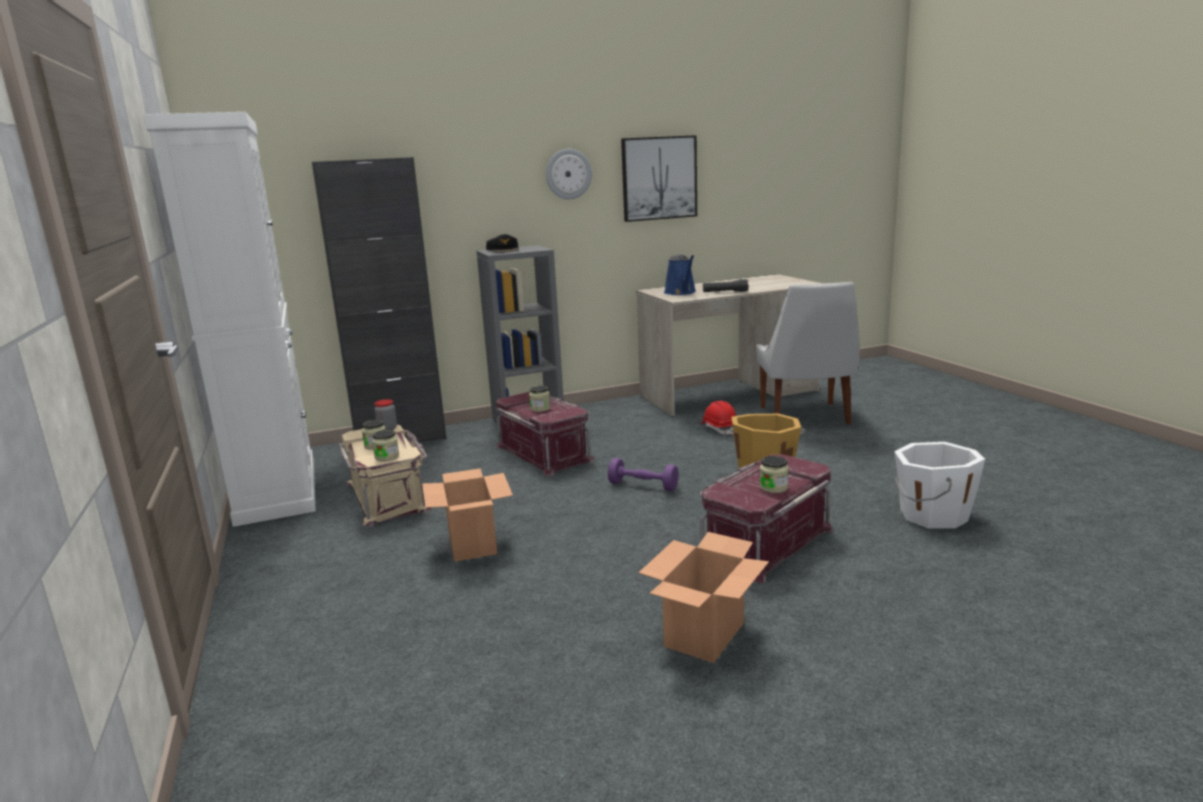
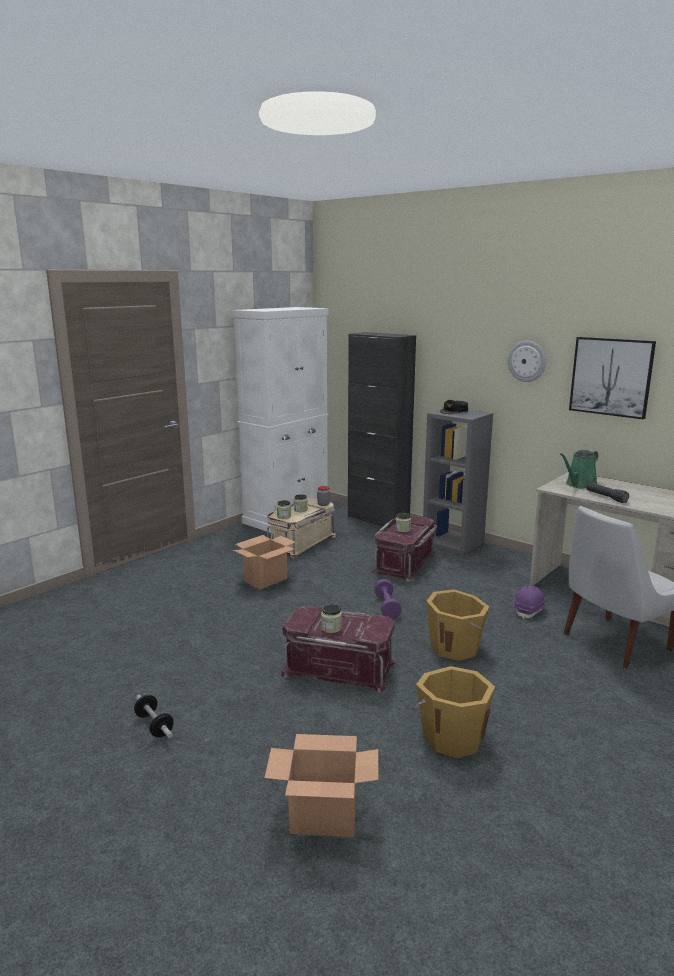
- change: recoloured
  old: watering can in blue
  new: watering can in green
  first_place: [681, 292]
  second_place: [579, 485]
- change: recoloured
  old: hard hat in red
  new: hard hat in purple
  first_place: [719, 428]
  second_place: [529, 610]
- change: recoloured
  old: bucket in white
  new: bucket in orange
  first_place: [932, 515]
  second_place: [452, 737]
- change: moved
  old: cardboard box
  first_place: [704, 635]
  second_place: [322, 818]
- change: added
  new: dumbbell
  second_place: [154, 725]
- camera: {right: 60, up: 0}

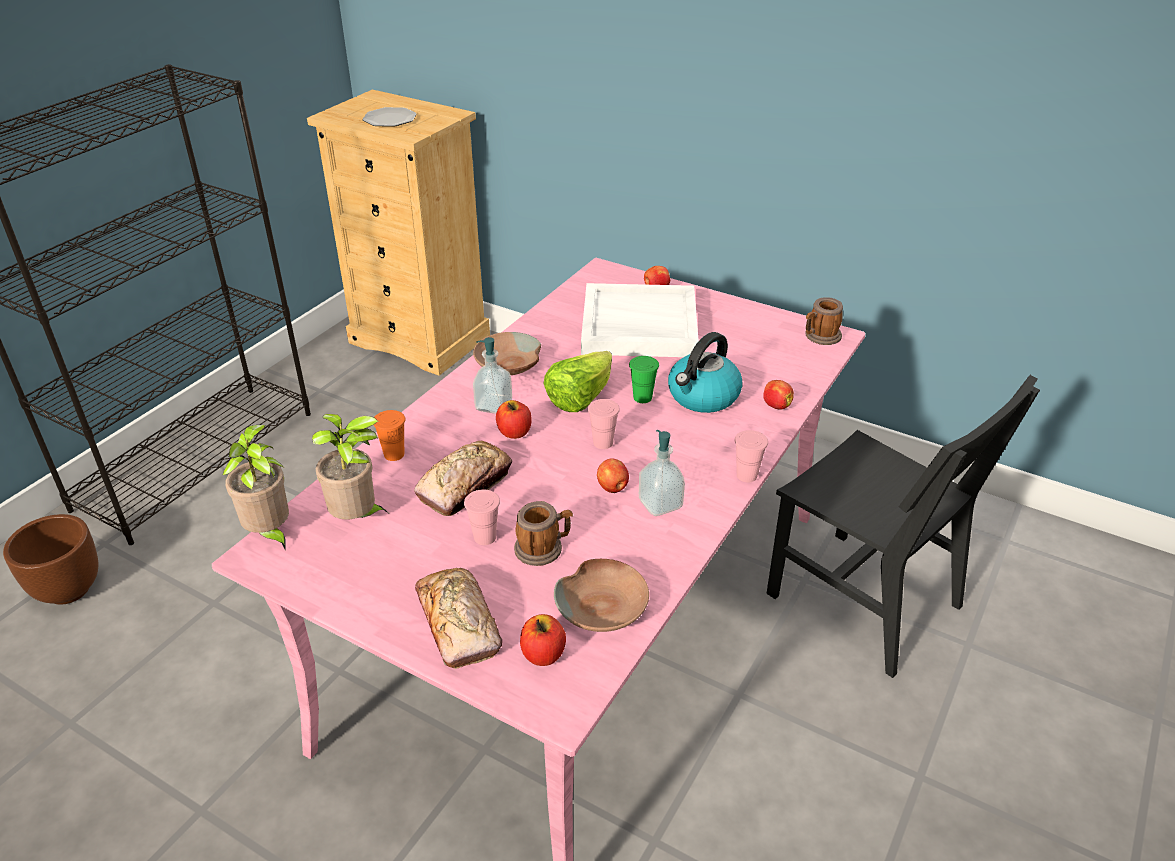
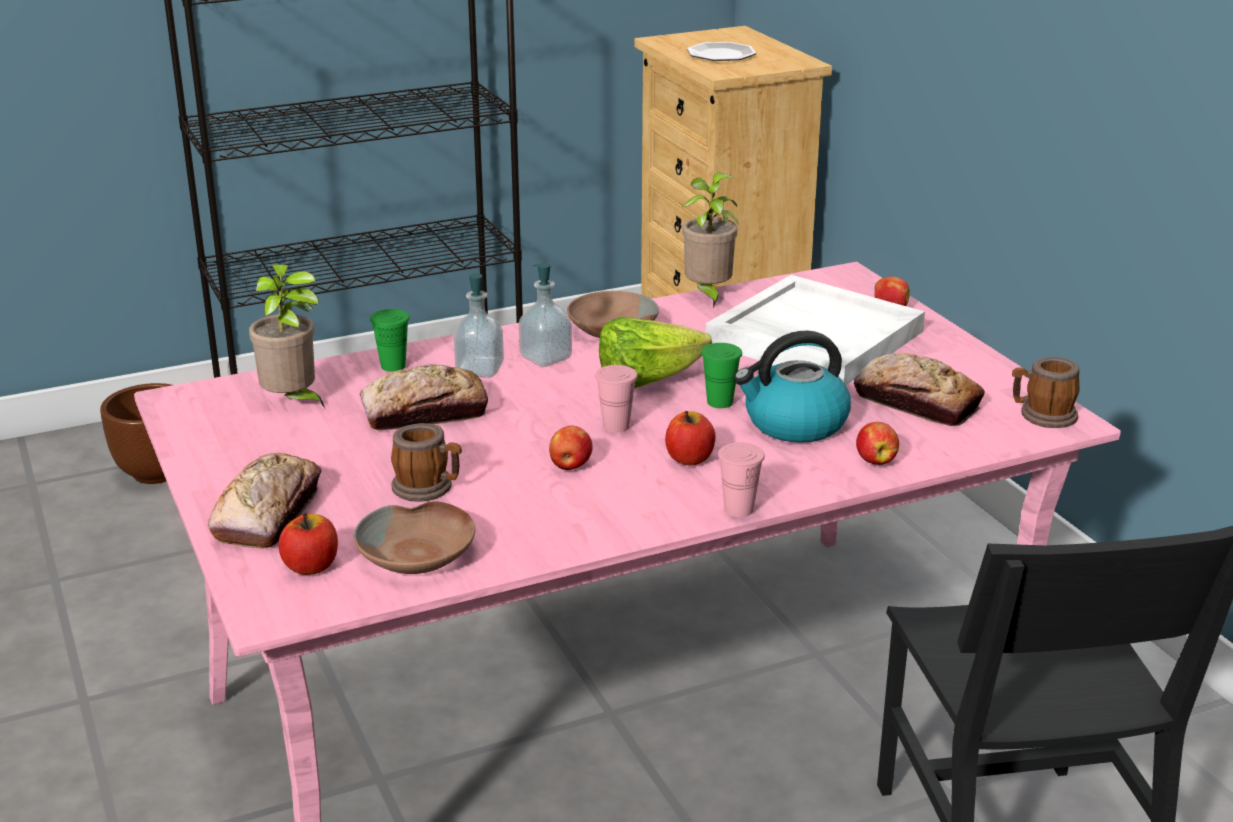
- change: moved
  old: apple
  first_place: [514, 432]
  second_place: [689, 459]
- change: recoloured
  old: cup in orange
  new: cup in green
  first_place: [394, 454]
  second_place: [393, 366]
- change: moved
  old: potted plant
  first_place: [270, 534]
  second_place: [708, 295]
- change: moved
  old: soap dispenser
  first_place: [660, 504]
  second_place: [479, 370]
- change: removed
  old: cup in pink
  first_place: [485, 537]
- change: added
  new: bread
  second_place: [916, 402]
- camera: {right: 35, up: -10}

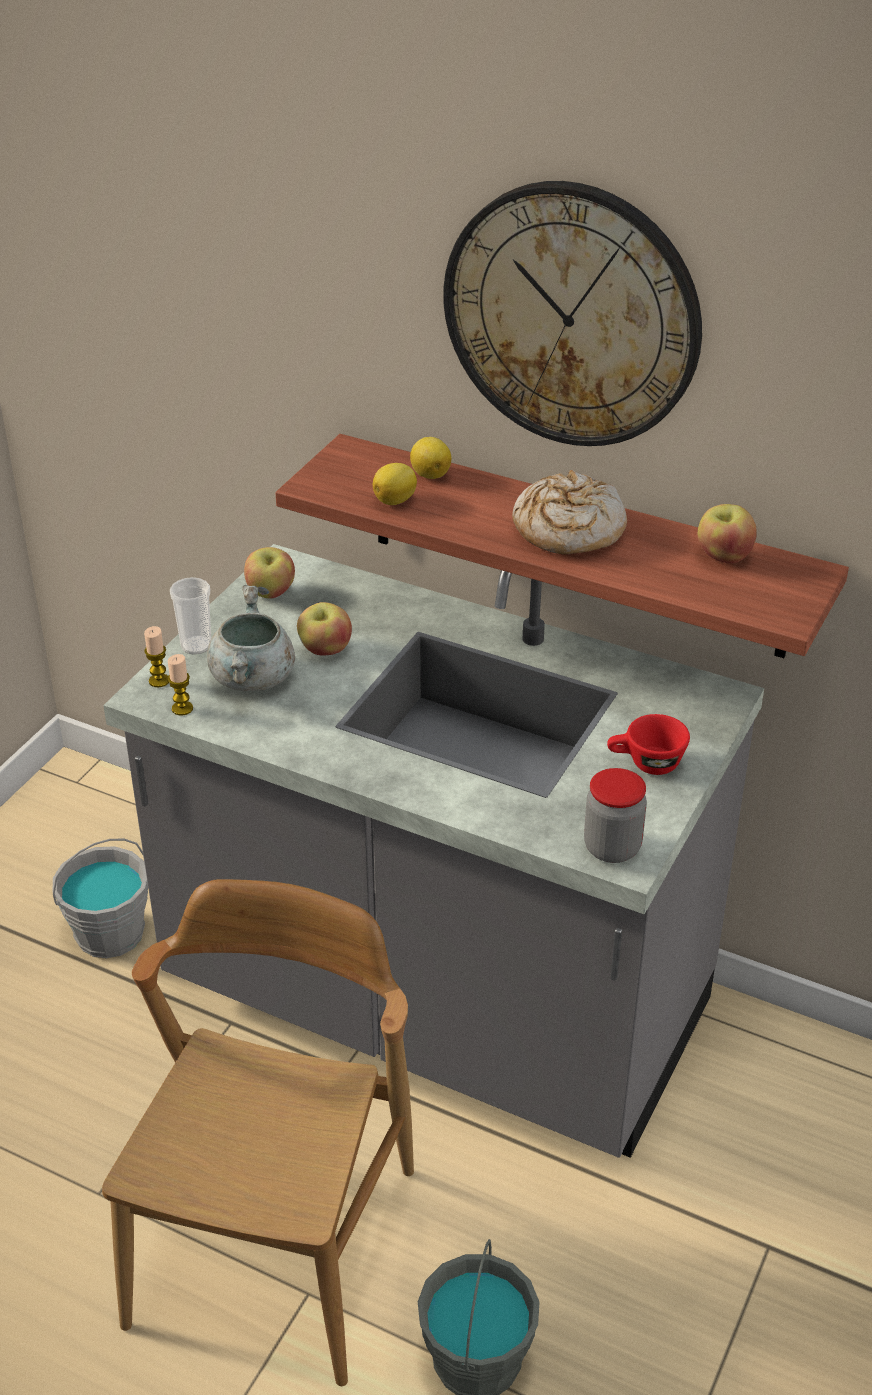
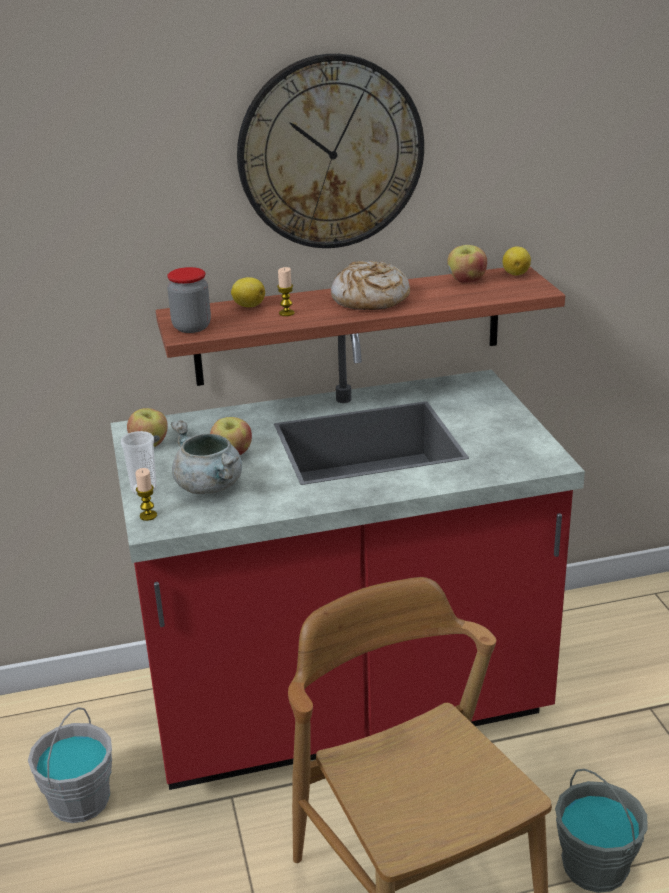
- change: moved
  old: lemon
  first_place: [396, 500]
  second_place: [516, 273]
- change: recoloured
  old: counter in grey
  new: counter in red
  first_place: [435, 1004]
  second_place: [344, 707]
- change: moved
  old: candle
  first_place: [182, 708]
  second_place: [286, 313]
- change: removed
  old: cup in red
  first_place: [646, 764]
- change: moved
  old: jar
  first_place: [612, 848]
  second_place: [191, 327]
- camera: {right: -40, up: -10}

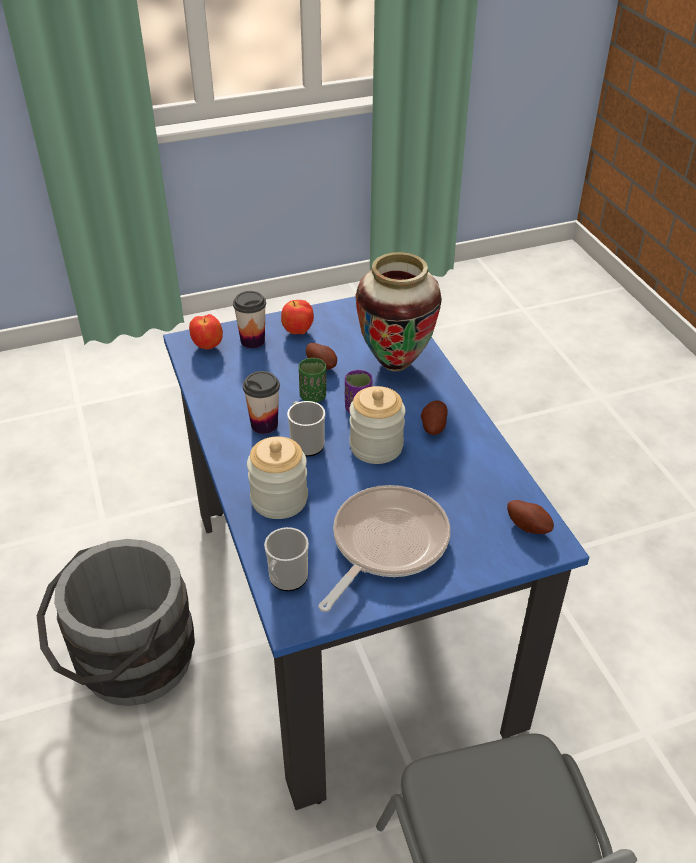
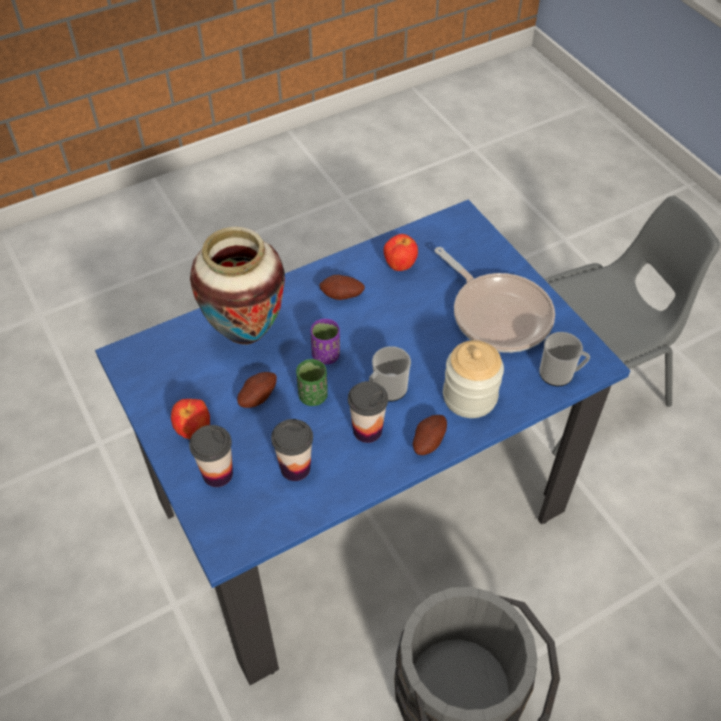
- change: moved
  old: apple
  first_place: [208, 346]
  second_place: [400, 265]
- change: removed
  old: jar
  first_place: [376, 446]
- change: turned
  old: frying pan
  first_place: [385, 544]
  second_place: [497, 314]
  degrees: -150
- change: moved
  old: potato
  first_place: [529, 526]
  second_place: [427, 442]
- change: added
  new: cup
  second_place: [295, 468]
- camera: {right: -100, up: 10}

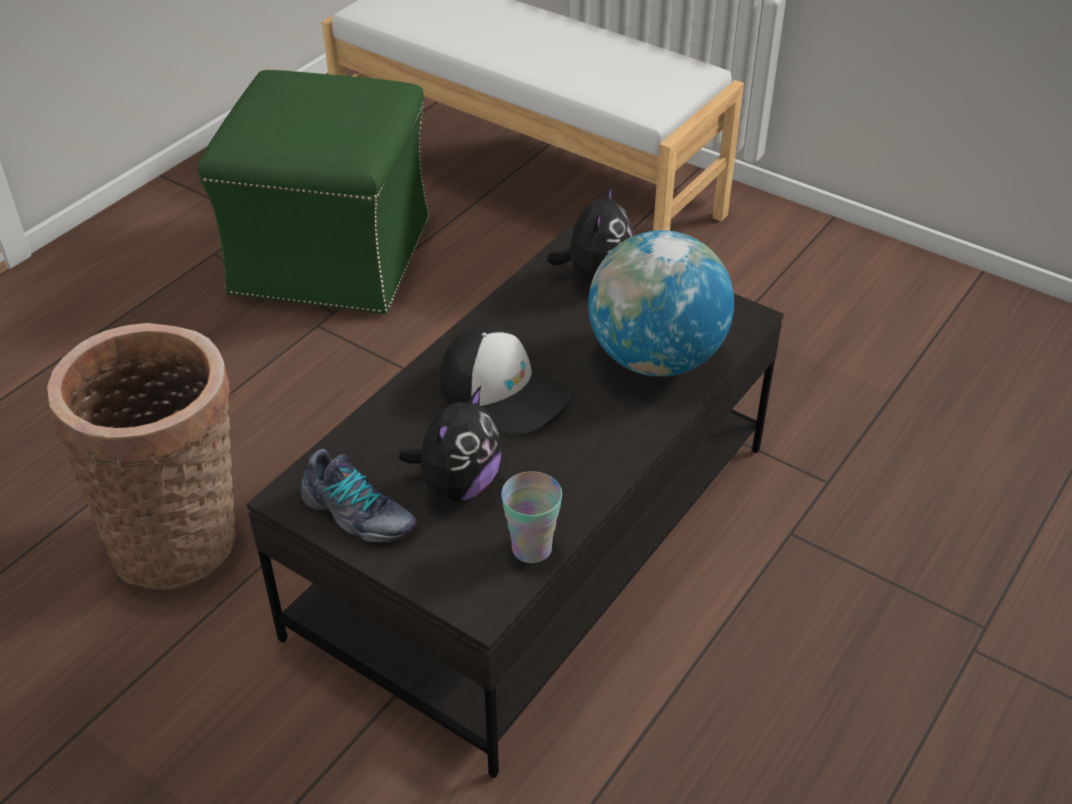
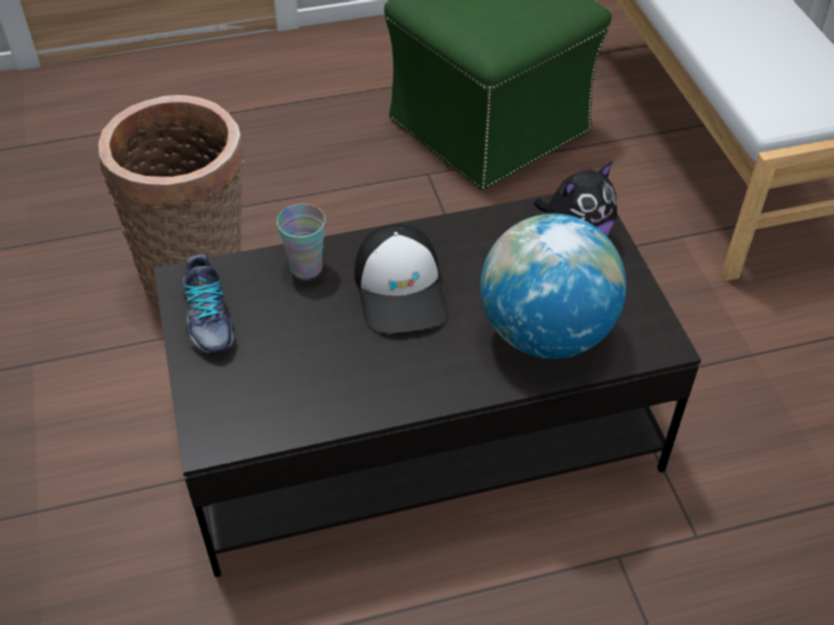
- change: removed
  old: plush toy
  first_place: [458, 484]
- change: moved
  old: cup
  first_place: [531, 548]
  second_place: [306, 267]
- camera: {right: 40, up: 5}

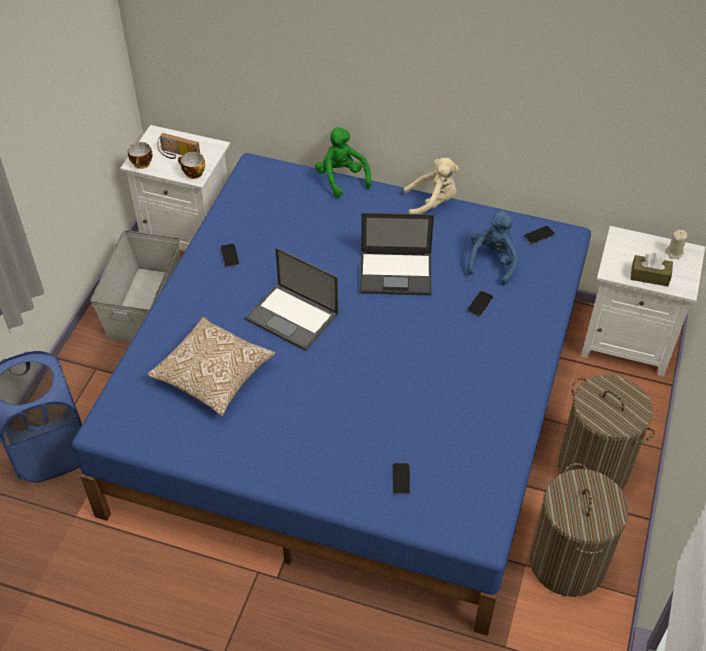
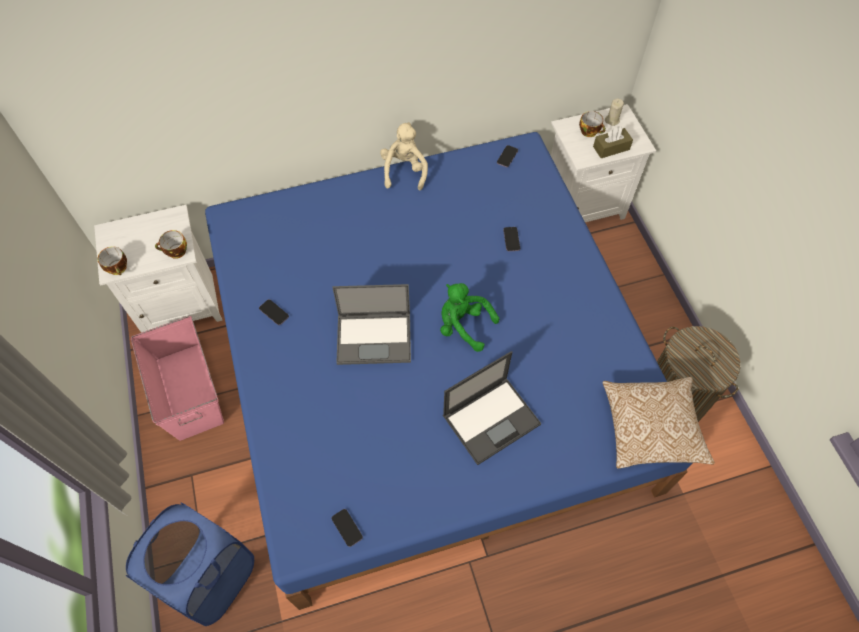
- change: moved
  old: plush toy in green
  first_place: [341, 178]
  second_place: [463, 326]
- change: removed
  old: radio
  first_place: [178, 155]
- change: turned
  old: plush toy in beige
  first_place: [432, 203]
  second_place: [404, 171]
  degrees: -45
- change: removed
  old: plush toy in blue
  first_place: [492, 262]
- change: moved
  old: laptop
  first_place: [396, 273]
  second_place: [492, 419]
- change: recoloured
  old: storage box in grey
  new: storage box in pink
  first_place: [145, 305]
  second_place: [190, 390]
- change: moved
  old: pillow
  first_place: [213, 375]
  second_place: [650, 428]
- change: removed
  old: laundry basket
  first_place: [593, 467]
- change: moved
  old: phone
  first_place: [401, 479]
  second_place: [347, 528]
- change: added
  new: cup
  second_place: [590, 131]
- camera: {right: -35, up: 10}

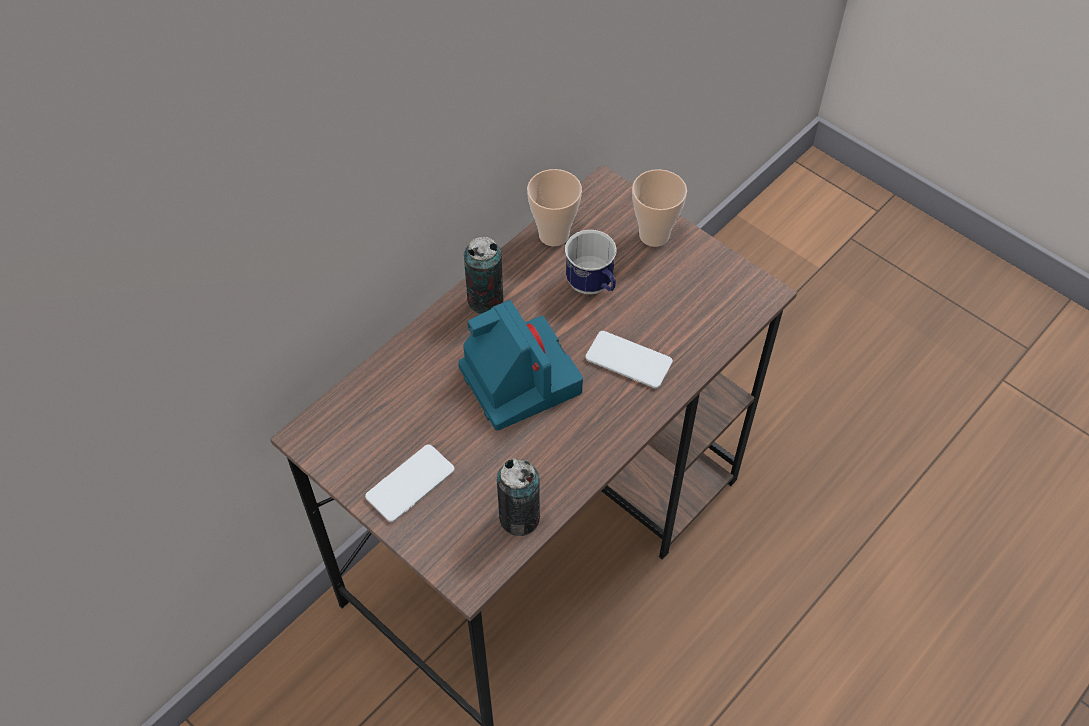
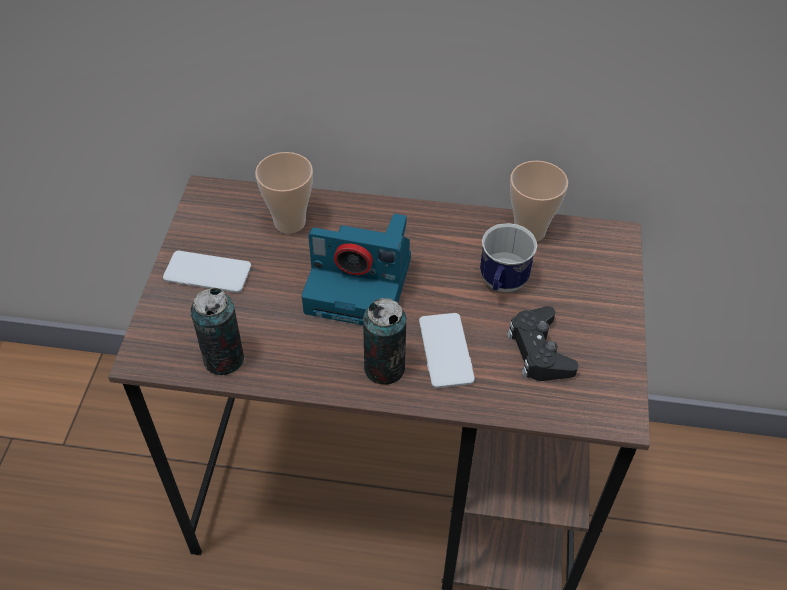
- change: moved
  old: cup
  first_place: [654, 235]
  second_place: [290, 222]
- change: moved
  old: can
  first_place: [485, 300]
  second_place: [384, 368]
- change: turned
  old: photo camera
  first_place: [517, 378]
  second_place: [361, 285]
  degrees: 75
- change: added
  new: game controller in black
  second_place: [539, 351]
- camera: {right: 55, up: -5}

